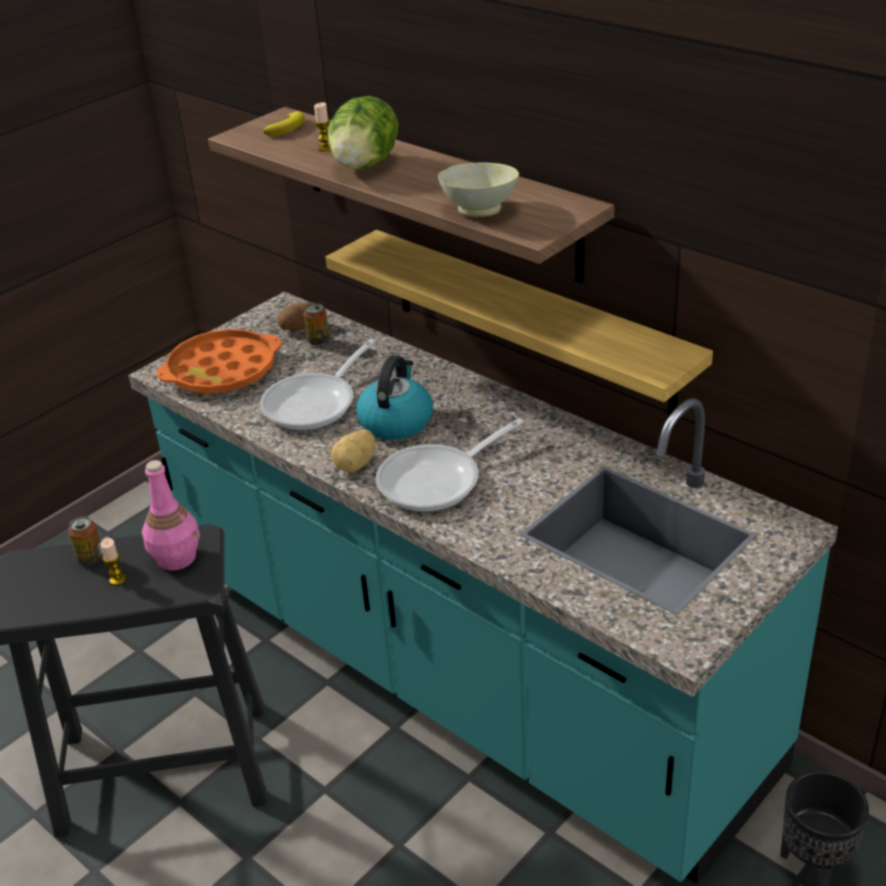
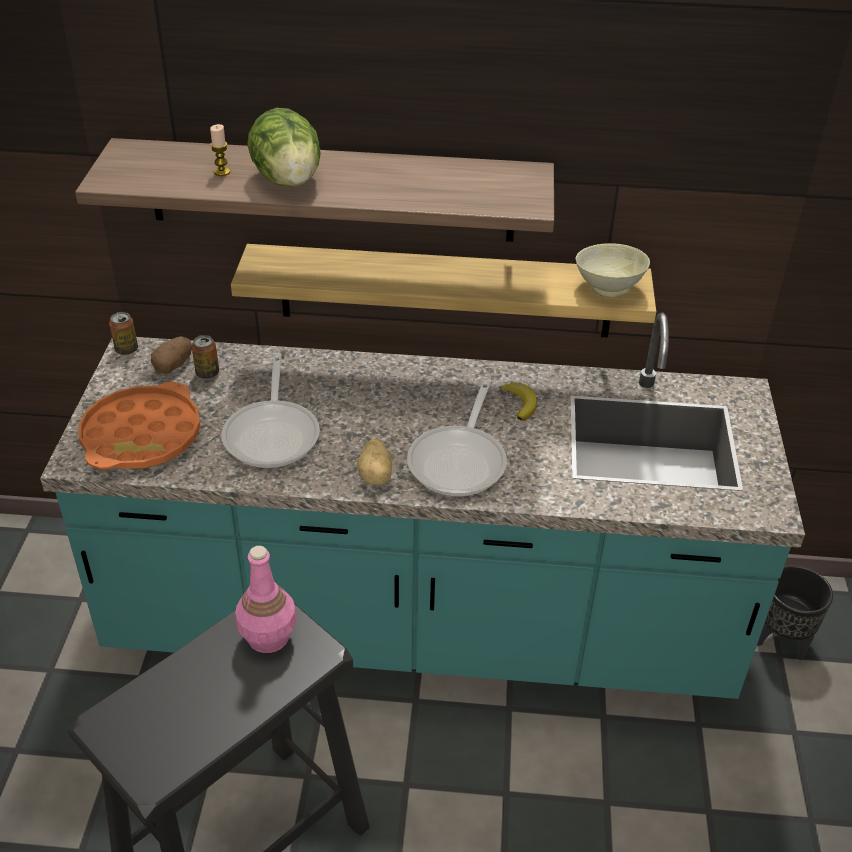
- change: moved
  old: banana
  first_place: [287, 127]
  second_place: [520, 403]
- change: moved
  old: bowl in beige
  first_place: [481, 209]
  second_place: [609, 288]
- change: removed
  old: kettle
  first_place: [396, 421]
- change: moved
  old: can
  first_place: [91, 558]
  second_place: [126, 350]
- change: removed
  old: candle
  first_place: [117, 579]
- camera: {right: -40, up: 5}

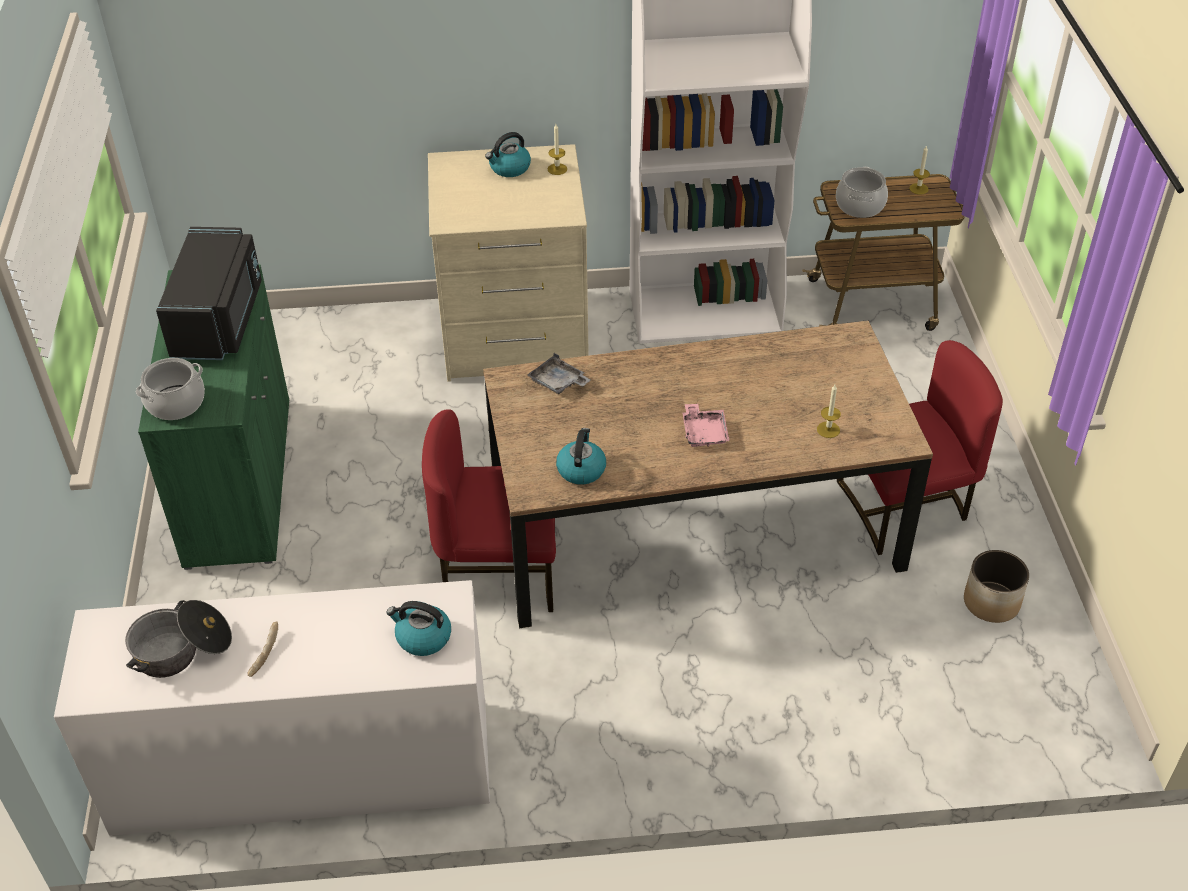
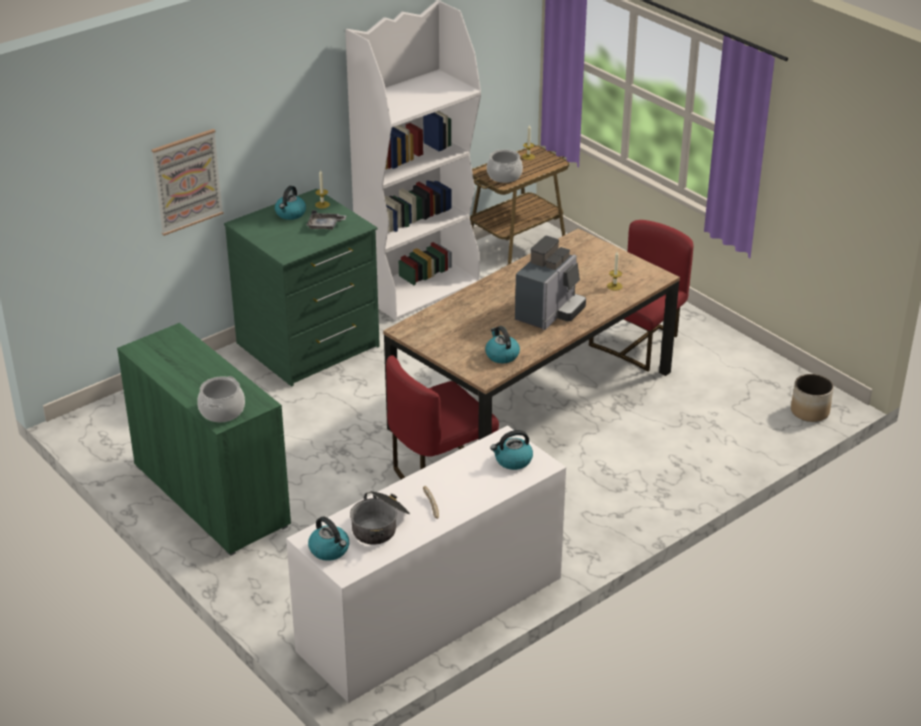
- change: recoloured
  old: dresser in beige
  new: dresser in green
  first_place: [514, 337]
  second_place: [309, 346]
- change: removed
  old: microwave in black
  first_place: [220, 320]
- change: moved
  old: tray in grey
  first_place: [558, 382]
  second_place: [325, 226]
- change: replaced
  old: tray in pink
  new: coffee machine
  first_place: [704, 432]
  second_place: [549, 312]
- change: moved
  old: planter
  first_place: [990, 602]
  second_place: [809, 411]
- change: added
  new: picture
  second_place: [187, 181]
- change: added
  new: kettle
  second_place: [330, 550]
- camera: {right: -35, up: -10}

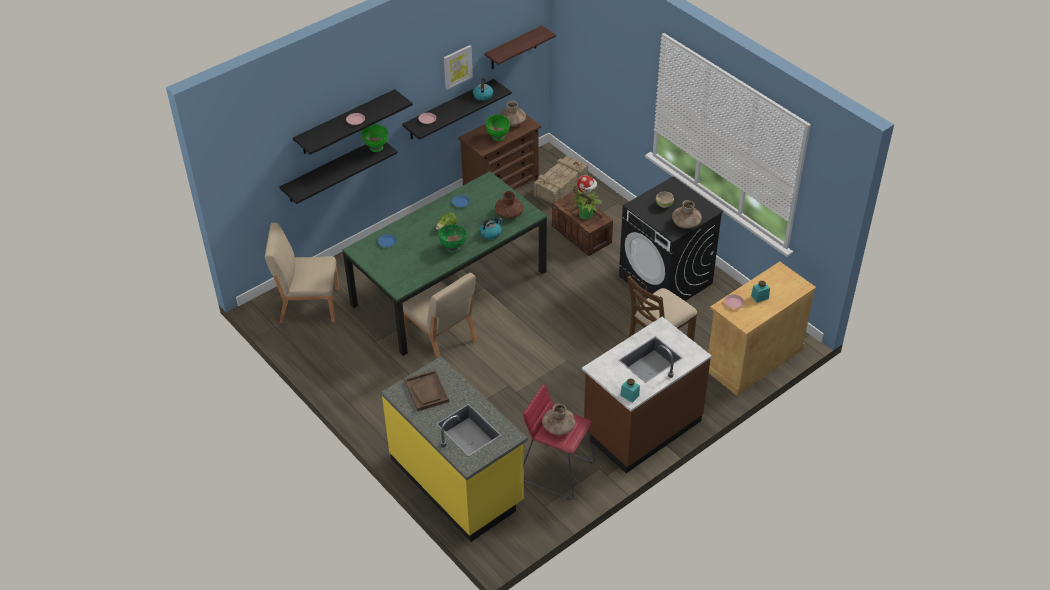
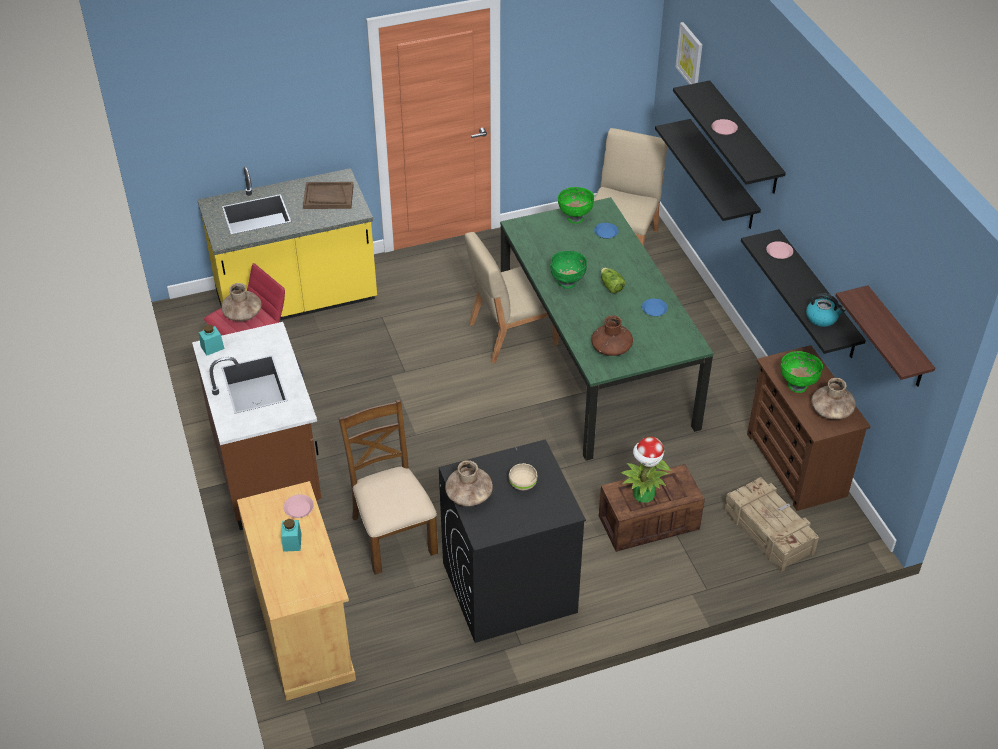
- change: moved
  old: picture
  first_place: [457, 66]
  second_place: [690, 55]
- change: moved
  old: bowl in green
  first_place: [376, 148]
  second_place: [575, 217]
- change: removed
  old: kettle
  first_place: [491, 233]
- camera: {right: 110, up: 0}

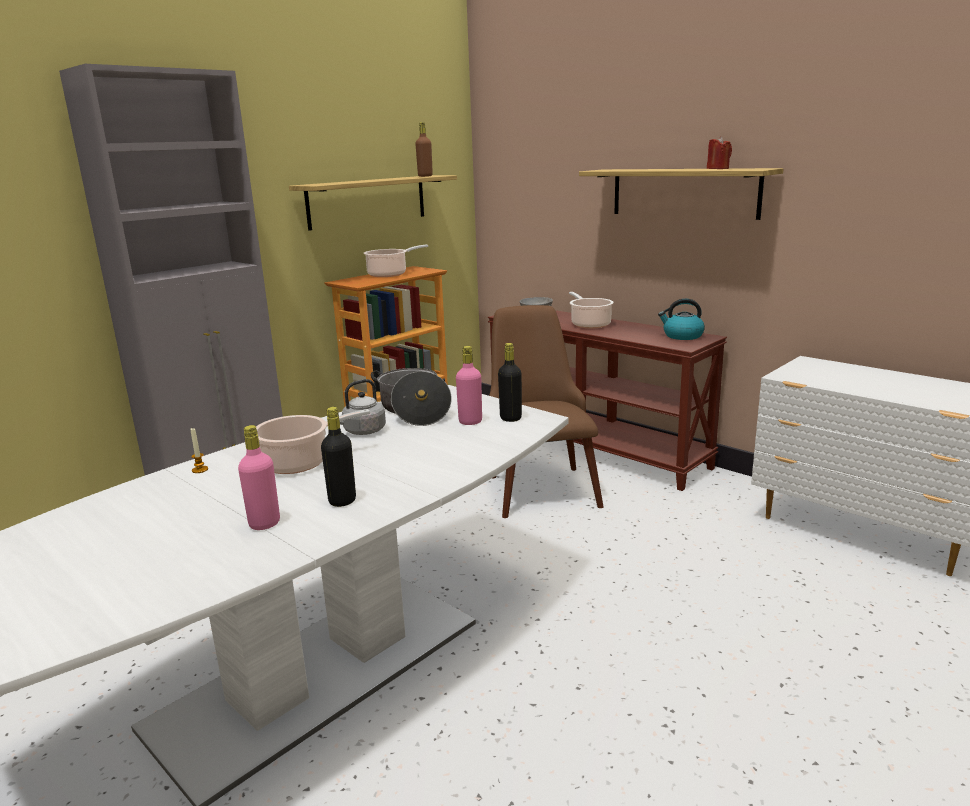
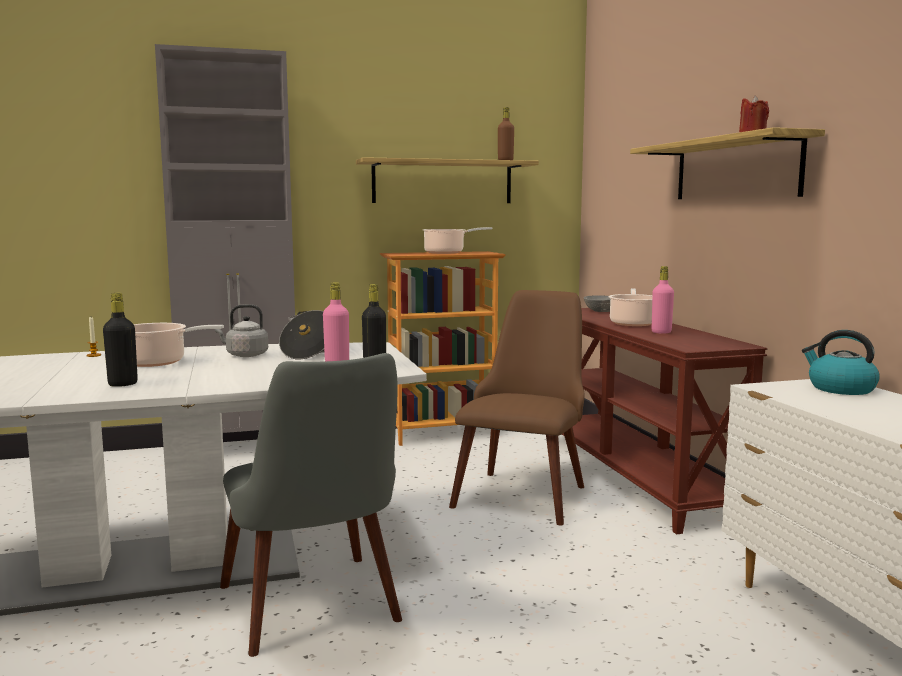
- change: moved
  old: kettle
  first_place: [682, 336]
  second_place: [840, 389]
- change: moved
  old: bottle in pink
  first_place: [264, 523]
  second_place: [661, 332]
- change: added
  new: chair in grey
  second_place: [317, 614]
- camera: {right: 30, up: -10}

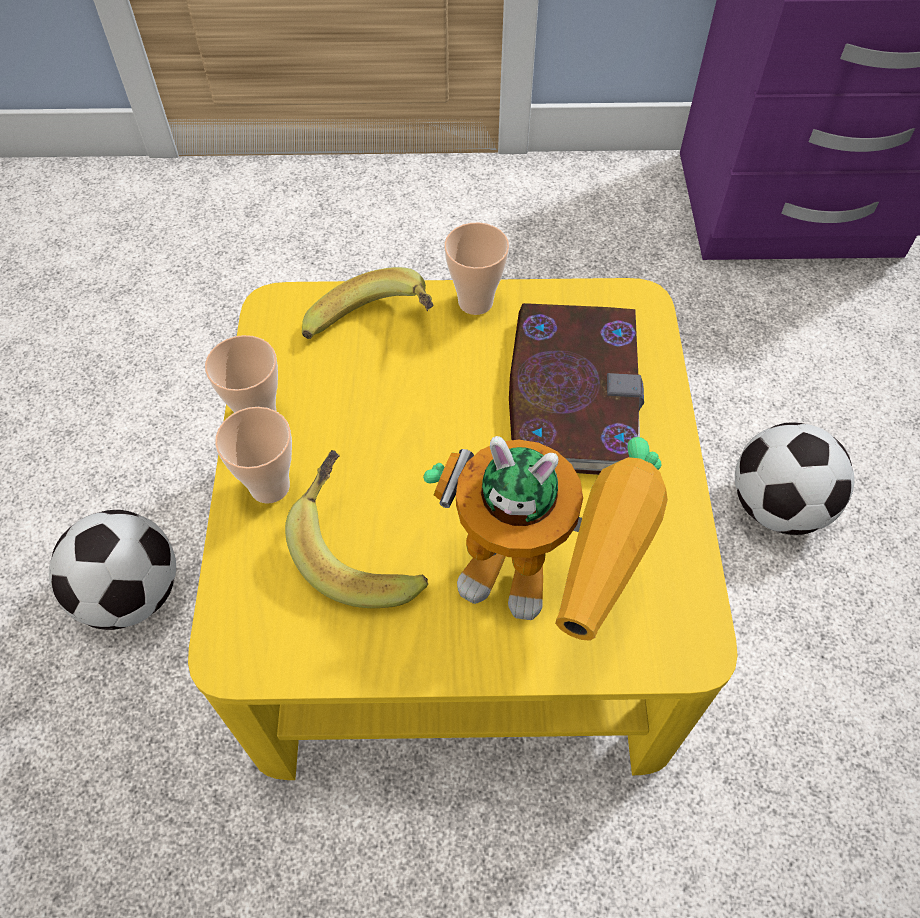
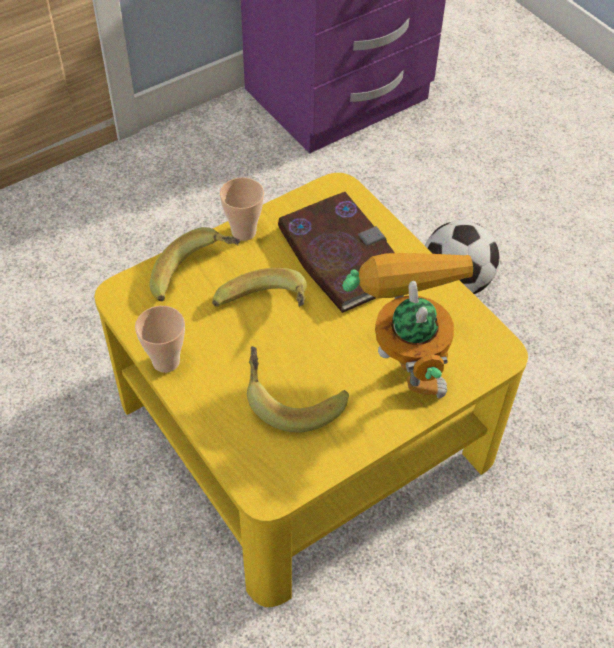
- change: removed
  old: cup
  first_place: [270, 486]
- change: turned
  old: toy robot
  first_place: [544, 581]
  second_place: [404, 362]
  degrees: -90
- change: removed
  old: football
  first_place: [131, 594]
- change: added
  new: banana
  second_place: [264, 311]
- camera: {right: -35, up: -5}

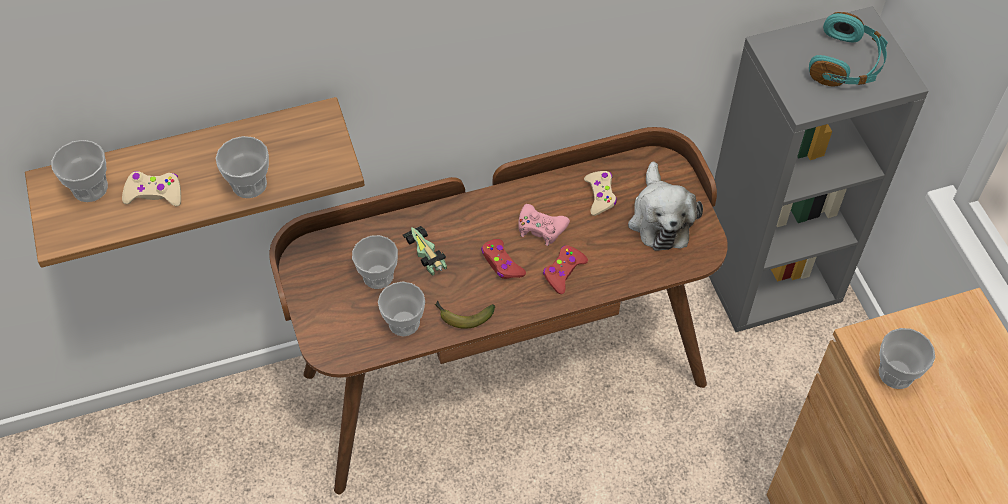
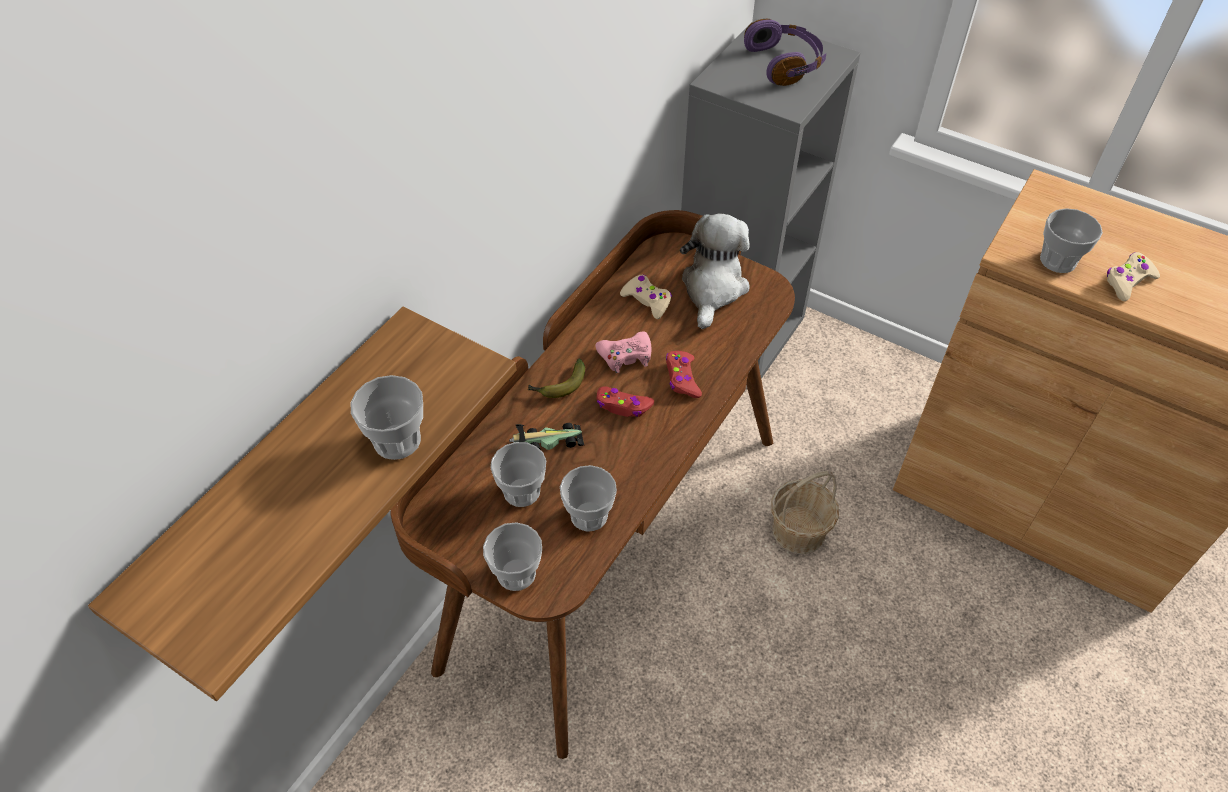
- change: recoloured
  old: headphones in turquoise
  new: headphones in purple
  first_place: [846, 64]
  second_place: [785, 64]
- change: moved
  old: cup
  first_place: [90, 188]
  second_place: [516, 573]
- change: turned
  old: plush toy
  first_place: [660, 218]
  second_place: [713, 288]
  degrees: -120
- change: moved
  old: game controller in beige
  first_place: [154, 194]
  second_place: [1127, 281]
- change: turned
  old: toy car
  first_place: [426, 253]
  second_place: [546, 441]
  degrees: 150
- change: moved
  old: banana
  first_place: [462, 316]
  second_place: [559, 386]
- change: added
  new: basket
  second_place: [799, 530]
- camera: {right: -40, up: -5}

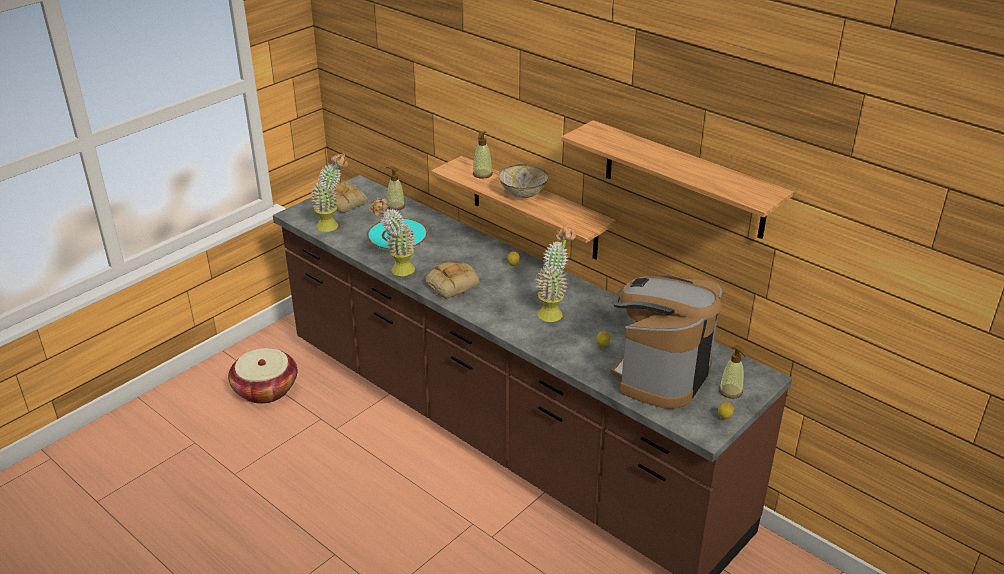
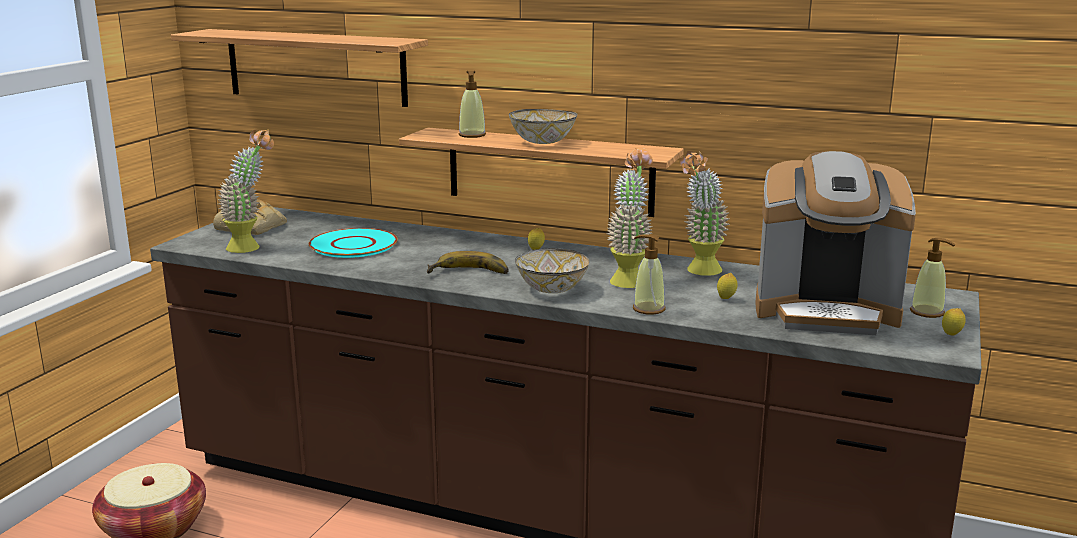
- change: moved
  old: shelf
  first_place: [683, 180]
  second_place: [315, 67]
- change: moved
  old: soap dispenser
  first_place: [396, 206]
  second_place: [648, 309]
- change: moved
  old: potted plant
  first_place: [397, 271]
  second_place: [699, 272]
- change: replaced
  old: bread
  new: banana
  first_place: [452, 284]
  second_place: [469, 274]
- change: turned
  old: coffee machine
  first_place: [660, 375]
  second_place: [826, 311]
  degrees: -90
- change: added
  new: bowl
  second_place: [552, 289]
- camera: {right: -20, up: -15}

